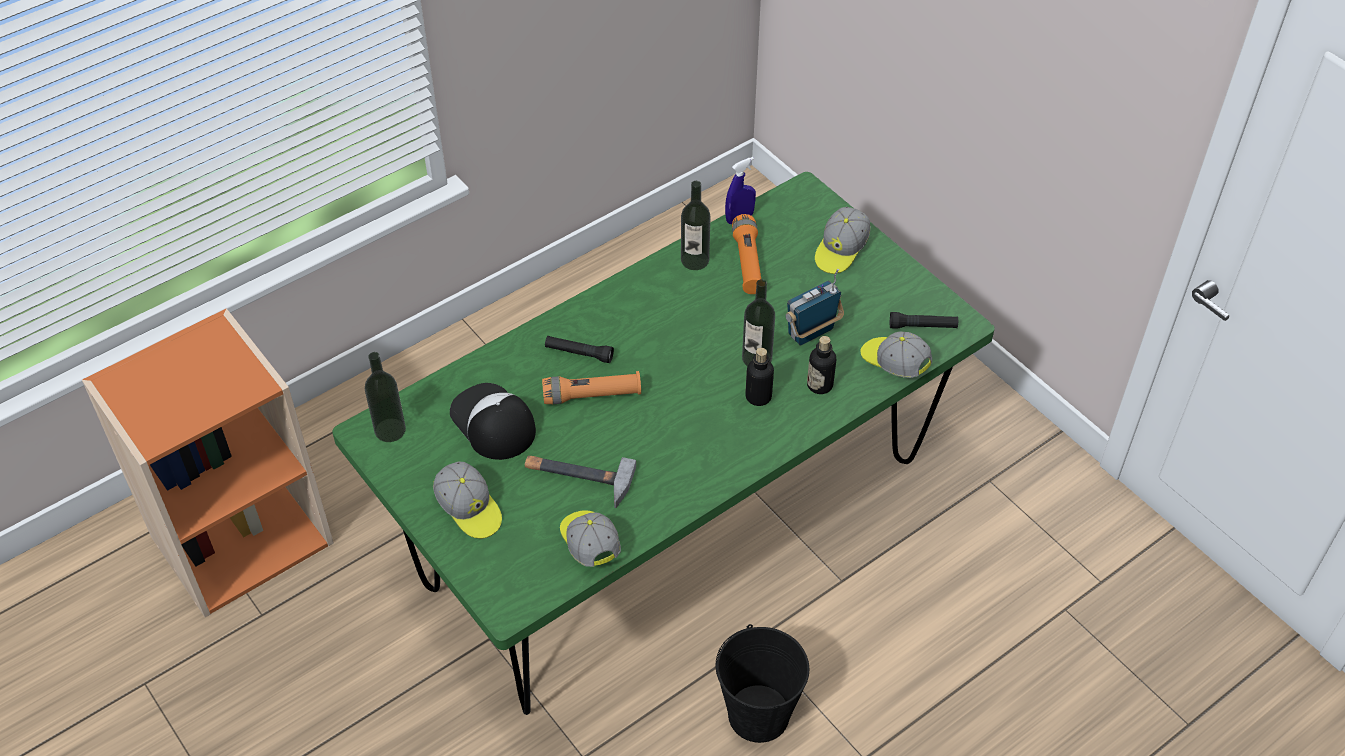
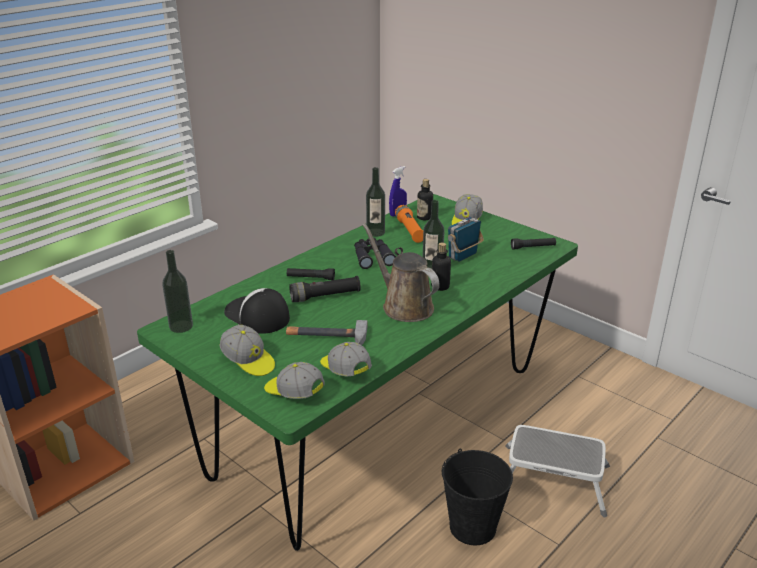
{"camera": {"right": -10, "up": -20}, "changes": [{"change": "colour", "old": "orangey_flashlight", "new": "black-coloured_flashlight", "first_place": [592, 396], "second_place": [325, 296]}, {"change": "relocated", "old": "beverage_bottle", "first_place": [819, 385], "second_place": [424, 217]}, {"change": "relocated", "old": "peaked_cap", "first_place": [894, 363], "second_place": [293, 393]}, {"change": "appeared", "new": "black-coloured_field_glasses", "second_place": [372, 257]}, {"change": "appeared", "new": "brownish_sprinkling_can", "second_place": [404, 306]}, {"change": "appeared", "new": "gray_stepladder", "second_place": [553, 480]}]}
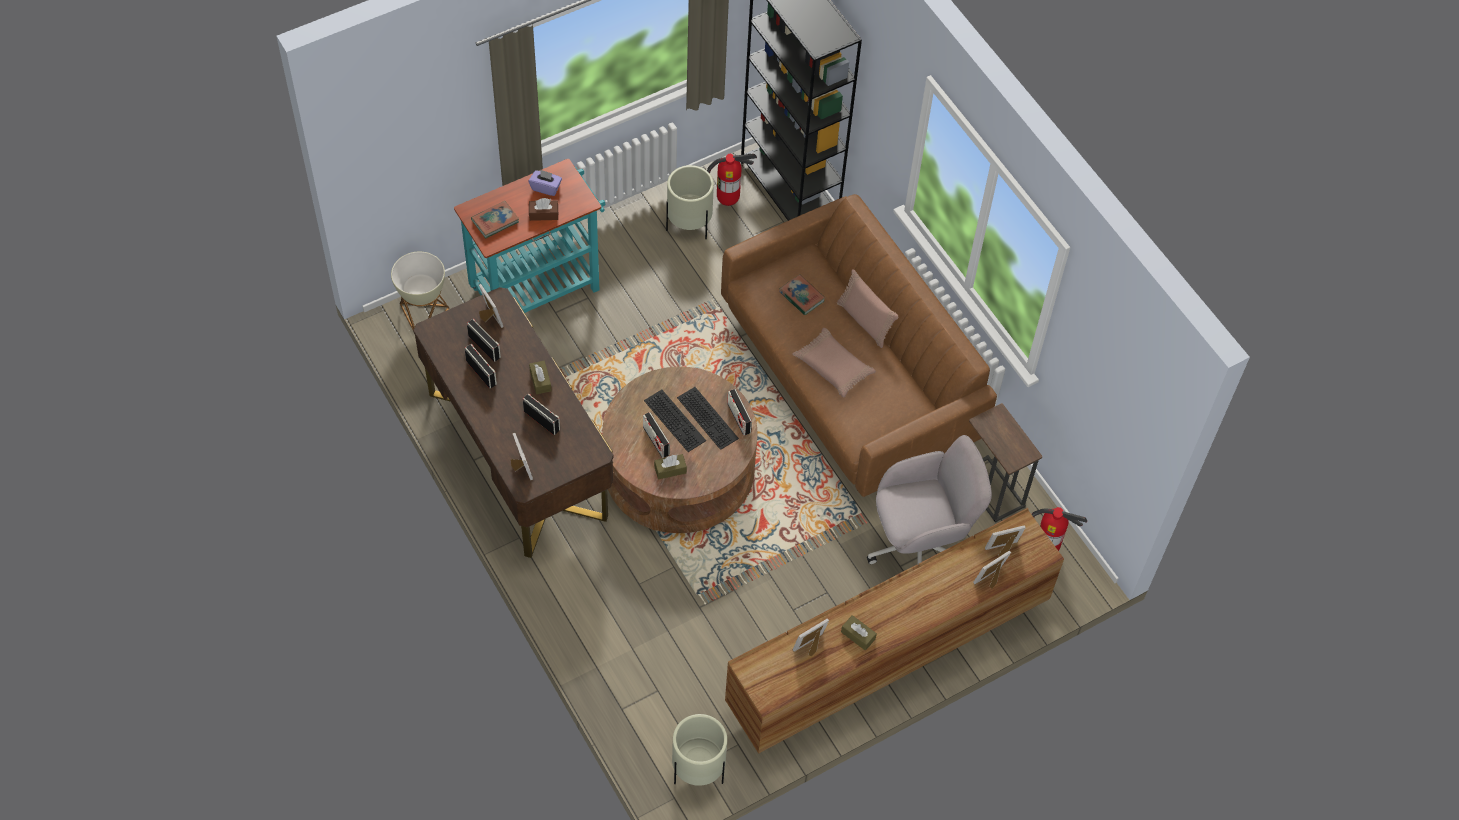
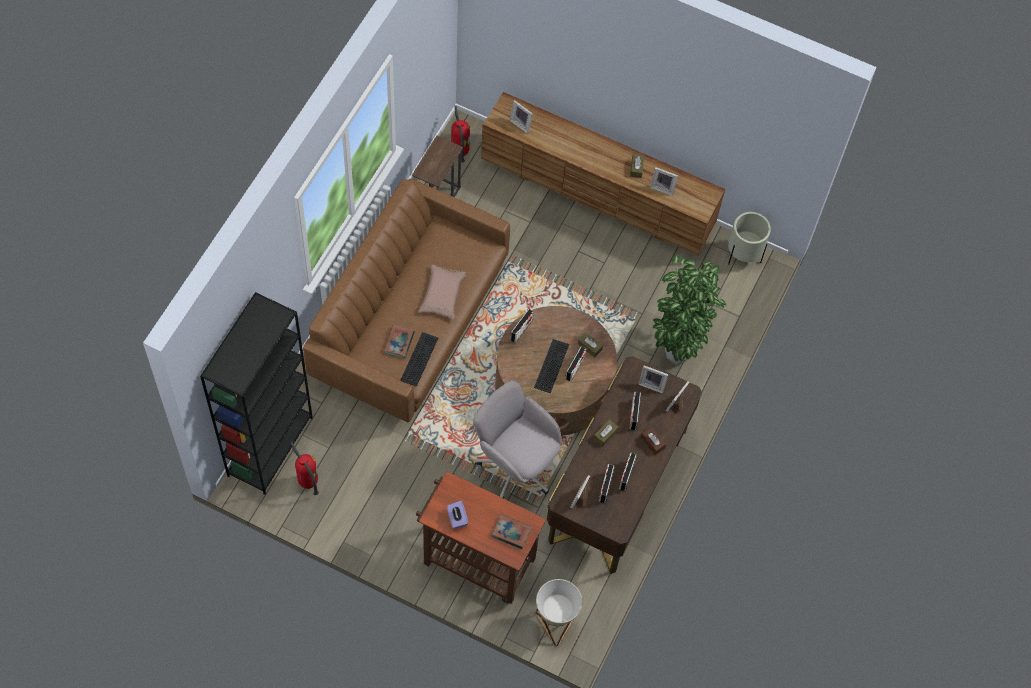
{"camera": {"right": -125, "up": 5}, "changes": [{"change": "colour", "old": "turquoise-coloured_cart", "new": "brownish_cart", "first_place": [537, 288], "second_place": [477, 561]}, {"change": "relocated", "old": "brownish_tissue_box", "first_place": [543, 214], "second_place": [652, 443]}, {"change": "missing", "old": "sand-coloured_flower_pot", "first_place": [689, 225]}, {"change": "relocated", "old": "keyboard", "first_place": [709, 418], "second_place": [418, 358]}, {"change": "missing", "old": "sand-coloured_throw_pillow", "first_place": [865, 321]}, {"change": "relocated", "old": "gray_computer_chair", "first_place": [919, 550], "second_place": [515, 467]}, {"change": "relocated", "old": "photo_frame", "first_place": [991, 580], "second_place": [652, 384]}, {"change": "appeared", "new": "houseplant", "second_place": [675, 352]}]}
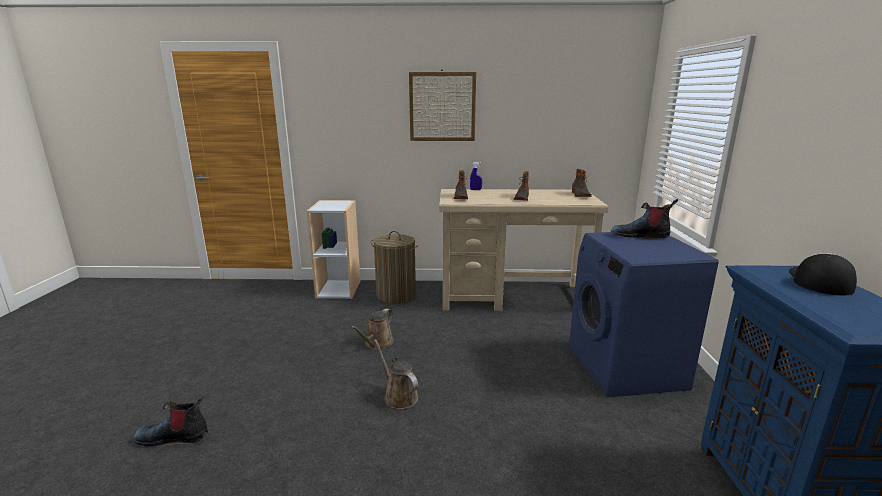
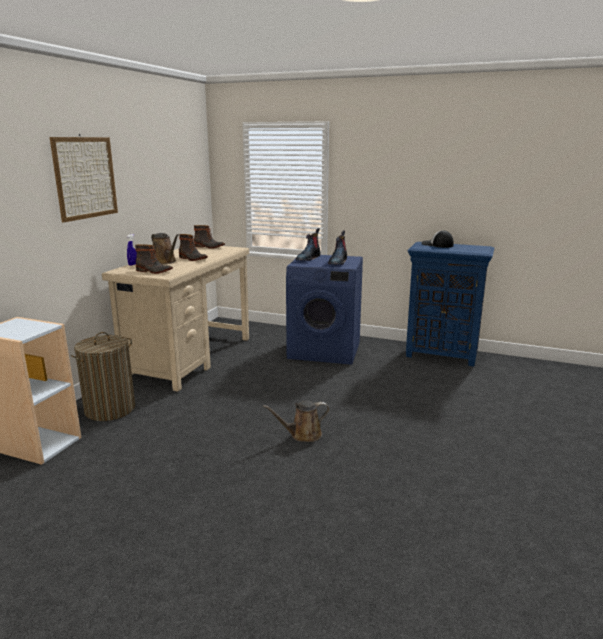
{"camera": {"right": -70, "up": 0}, "changes": [{"change": "relocated", "old": "high-top_boot", "first_place": [174, 437], "second_place": [338, 262]}, {"change": "relocated", "old": "brownish_sprinkling_can", "first_place": [377, 343], "second_place": [165, 262]}]}
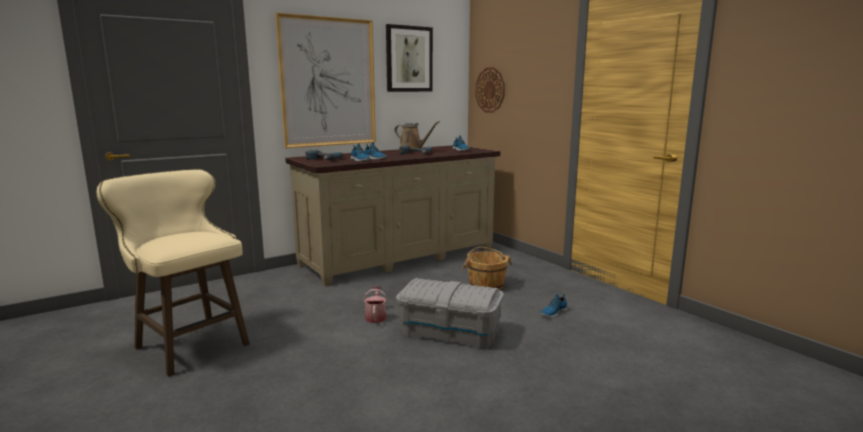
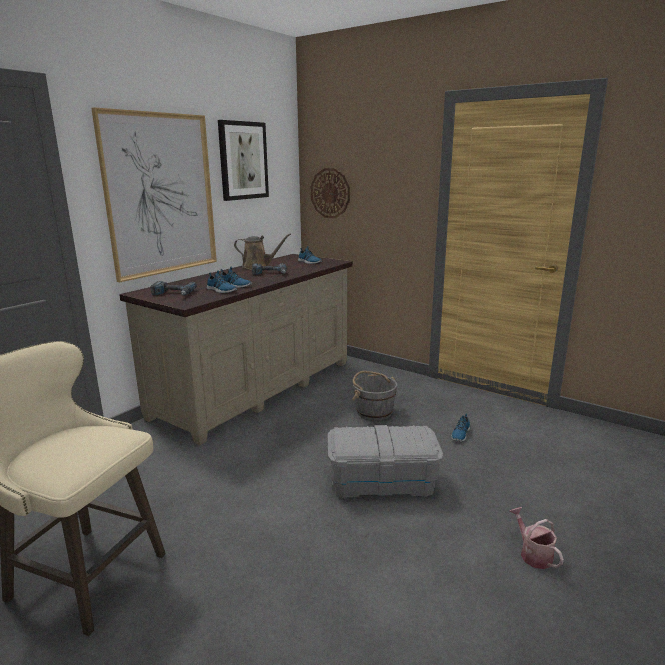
{"camera": {"right": -20, "up": 5}, "changes": [{"change": "relocated", "old": "sprinkling_can", "first_place": [376, 316], "second_place": [533, 554]}, {"change": "colour", "old": "brownish_water_bucket", "new": "gray_water_bucket", "first_place": [486, 285], "second_place": [373, 411]}]}
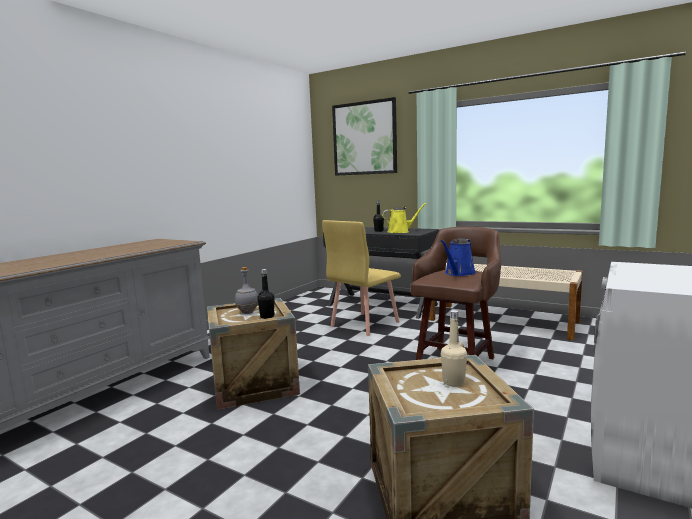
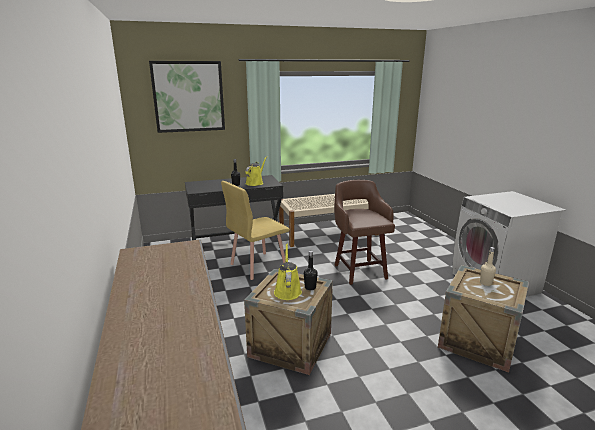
{"camera": {"right": -50, "up": 10}, "changes": [{"change": "exchanged", "old": "gray_beverage_bottle", "new": "yellowish_sprinkling_can", "first_place": [247, 312], "second_place": [287, 291]}, {"change": "spun", "old": "yellowish_plain_chair", "first_place": [364, 324], "second_place": [257, 265], "degrees": 60}, {"change": "missing", "old": "bluish_sprinkling_can", "first_place": [458, 273]}]}
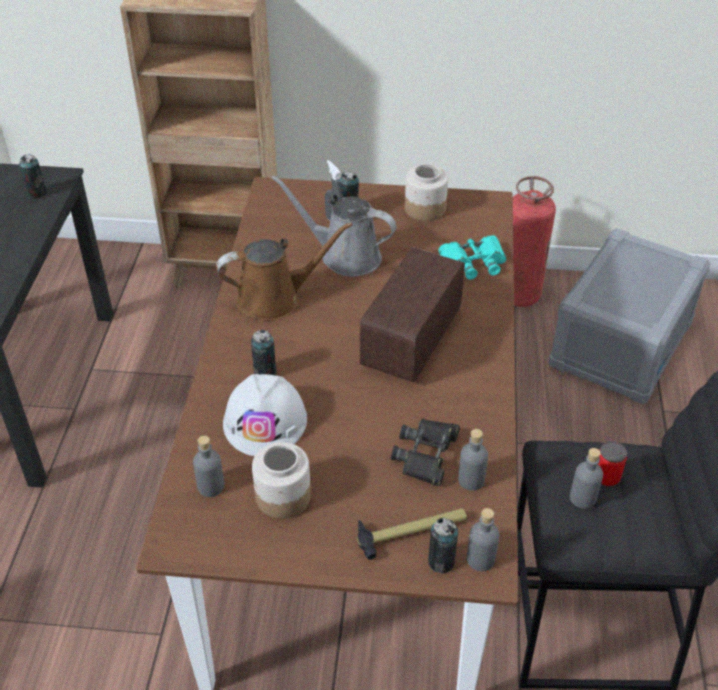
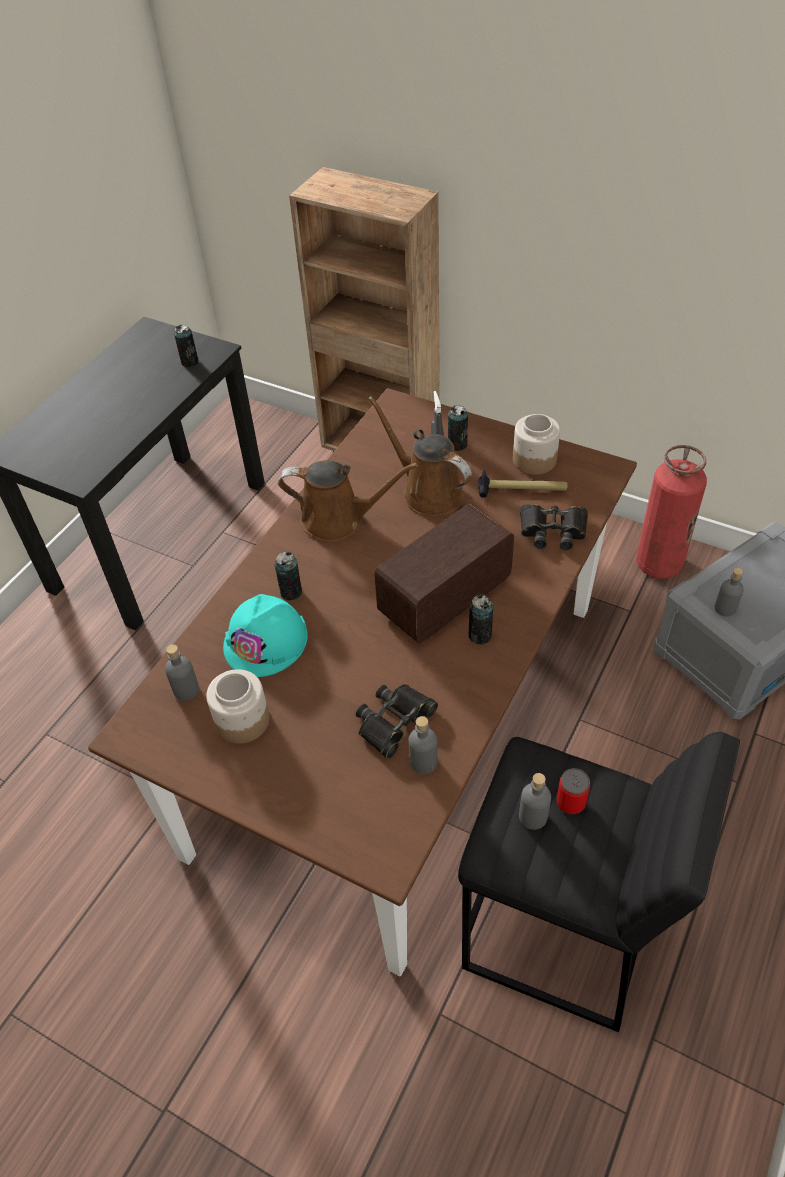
{"camera": {"right": 25, "up": 5}, "changes": [{"change": "colour", "old": "white-coloured_safety_helmet", "new": "turquoise-coloured_safety_helmet", "first_place": [265, 421], "second_place": [266, 641]}, {"change": "colour", "old": "gray_sprinkling_can", "new": "brownish_sprinkling_can", "first_place": [345, 256], "second_place": [428, 492]}, {"change": "relocated", "old": "hand_hammer", "first_place": [411, 532], "second_place": [521, 489]}, {"change": "relocated", "old": "can", "first_place": [441, 562], "second_place": [480, 635]}, {"change": "colour", "old": "turquoise-coloured_field_glasses", "new": "black-coloured_field_glasses", "first_place": [474, 262], "second_place": [552, 530]}, {"change": "relocated", "old": "gray_beverage_bottle", "first_place": [480, 559], "second_place": [725, 608]}]}
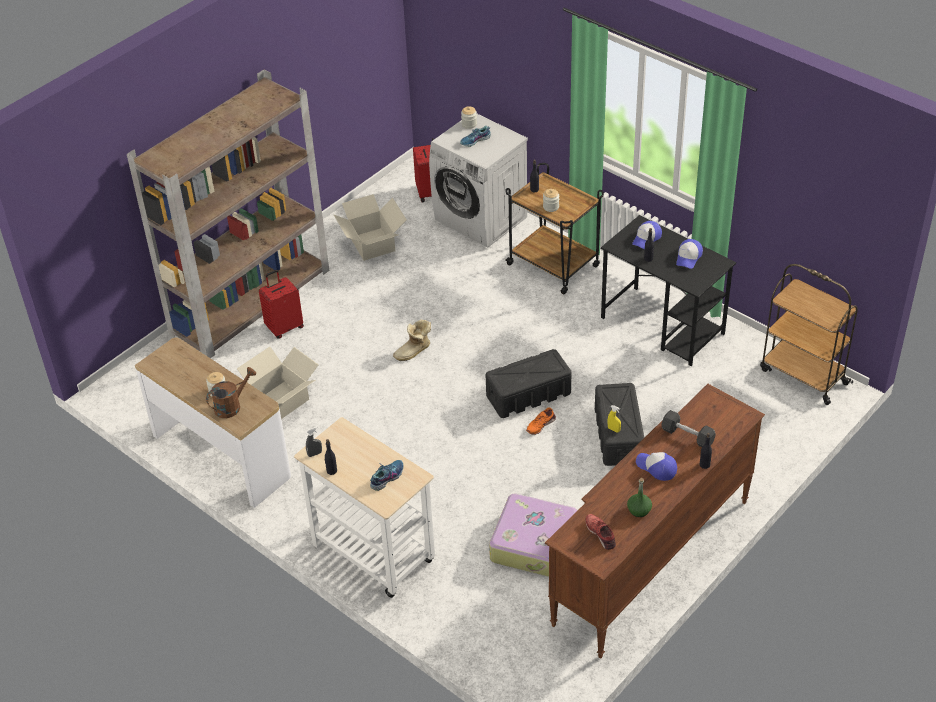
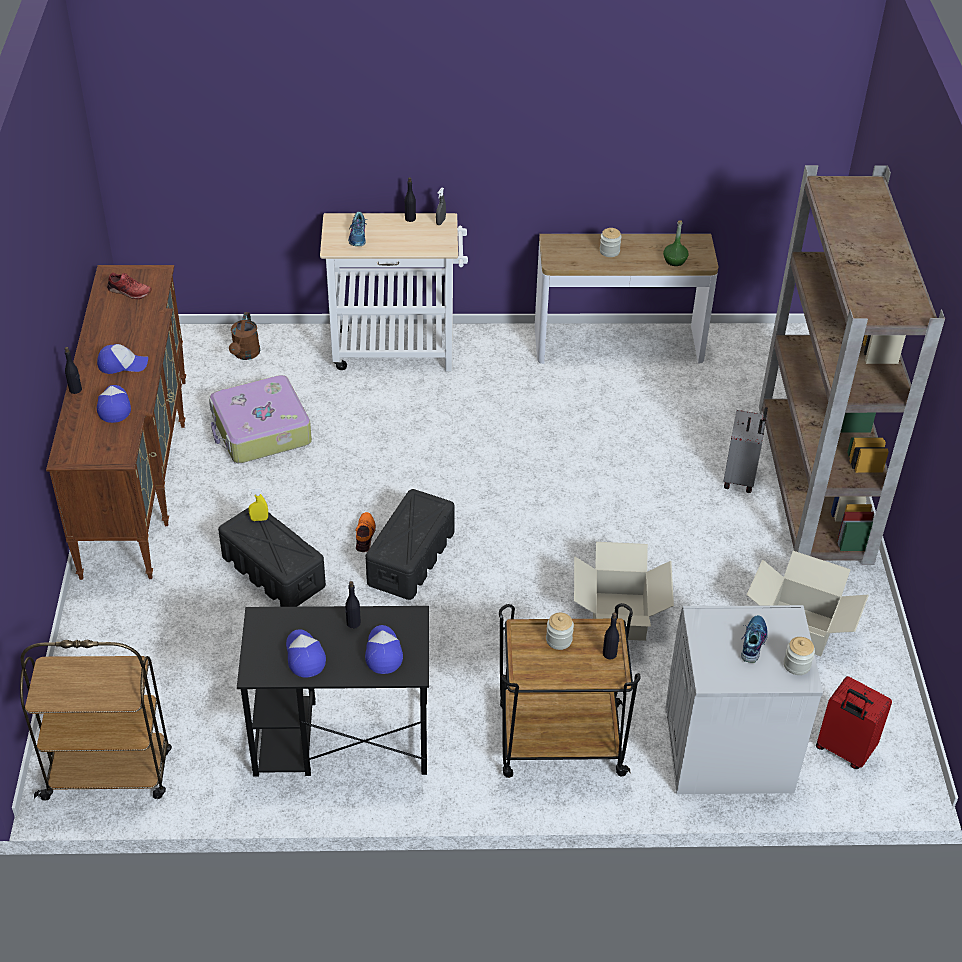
{"camera": {"right": 135, "up": 0}, "changes": [{"change": "relocated", "old": "brownish_sprinkling_can", "first_place": [232, 406], "second_place": [245, 354]}, {"change": "relocated", "old": "carton", "first_place": [280, 401], "second_place": [619, 616]}, {"change": "colour", "old": "reddish_suitcase", "new": "gray_suitcase", "first_place": [284, 327], "second_place": [741, 477]}, {"change": "missing", "old": "high-top_boot", "first_place": [414, 352]}, {"change": "relocated", "old": "greenish_beverage_bottle", "first_place": [639, 510], "second_place": [674, 261]}, {"change": "exchanged", "old": "black-coloured_dumbbell", "new": "peaked_cap", "first_place": [687, 436], "second_place": [114, 406]}]}
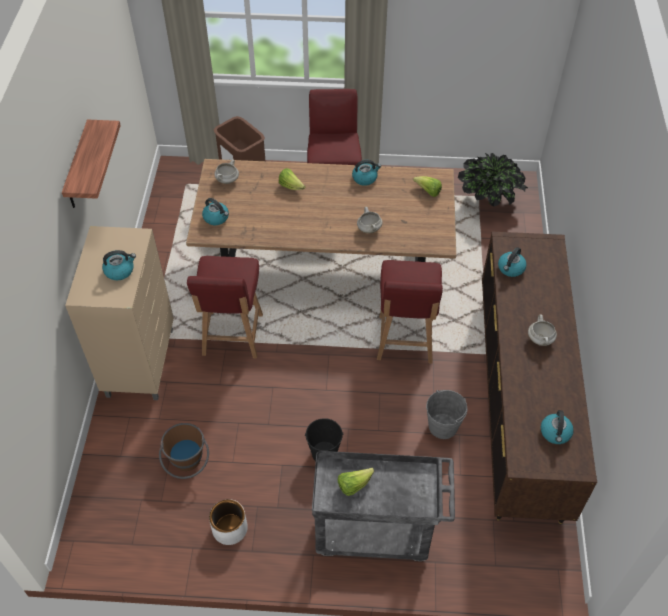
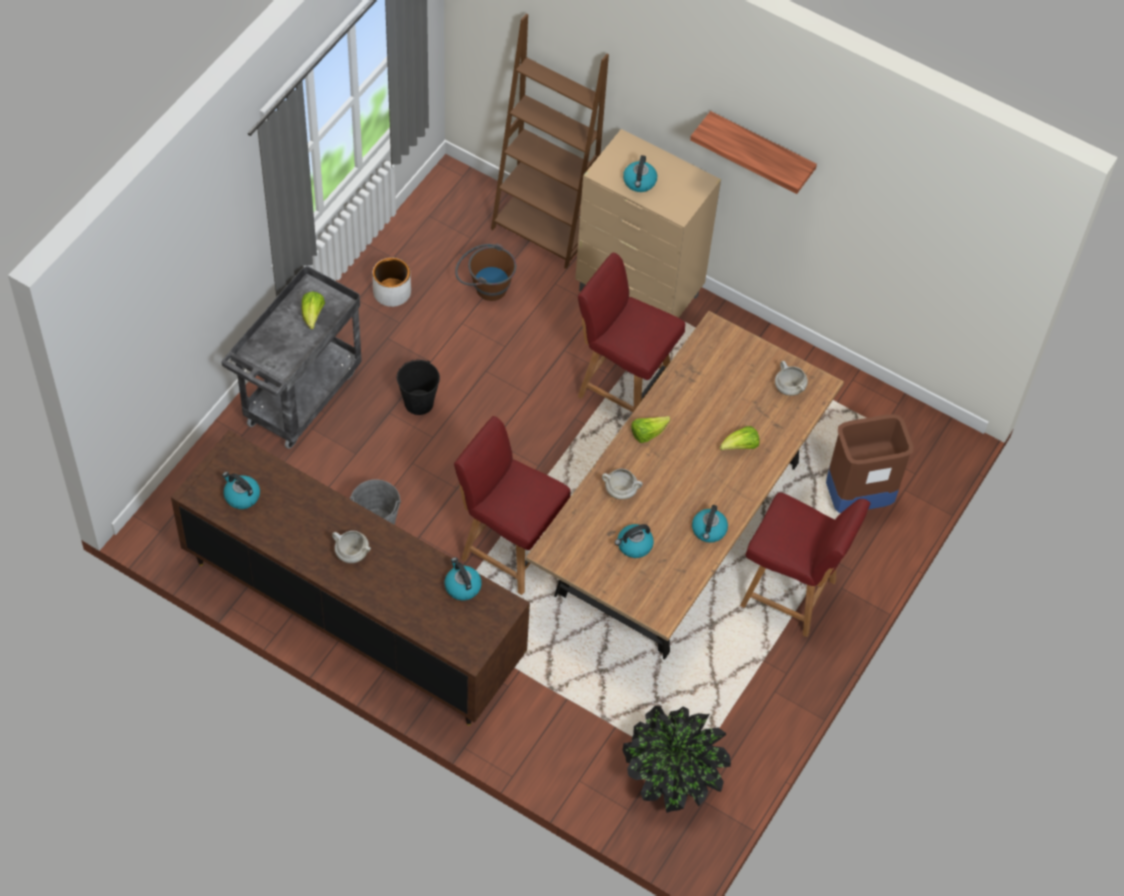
{"camera": {"right": 115, "up": 5}, "changes": [{"change": "relocated", "old": "water_kettle", "first_place": [216, 218], "second_place": [634, 545]}, {"change": "relocated", "old": "head_of_lettuce", "first_place": [428, 191], "second_place": [648, 433]}, {"change": "appeared", "new": "brownish_bookshelf", "second_place": [542, 231]}]}
